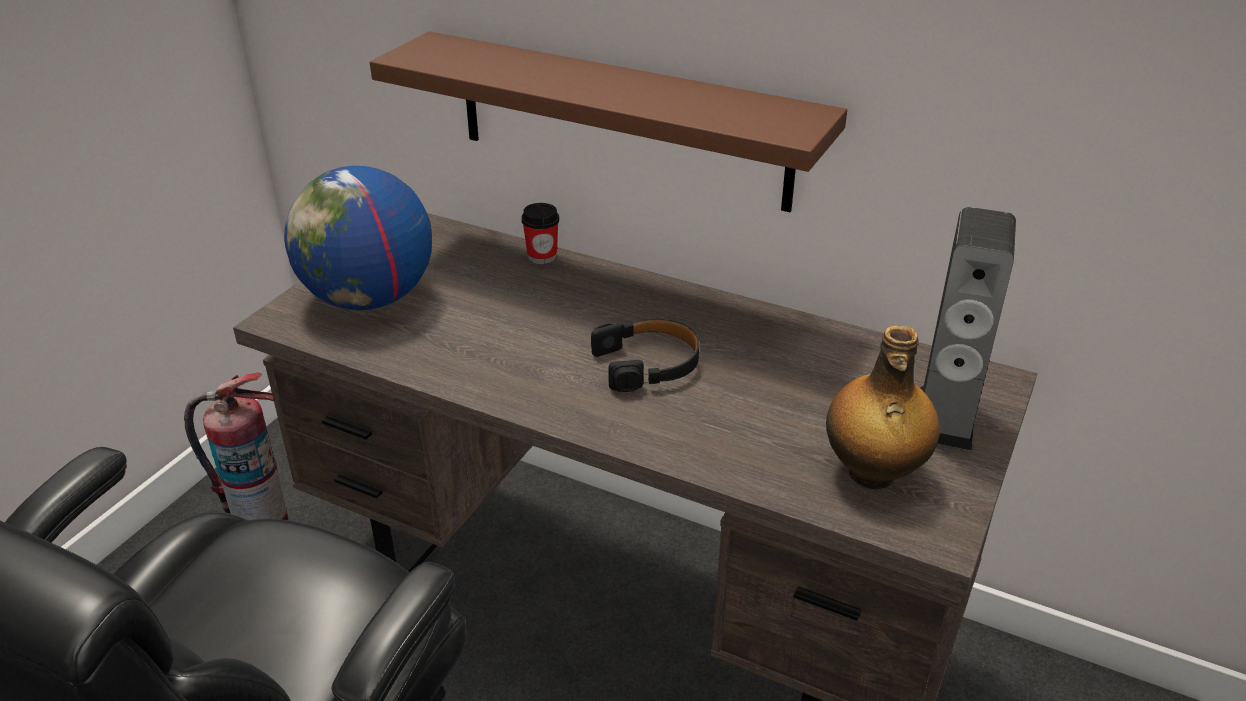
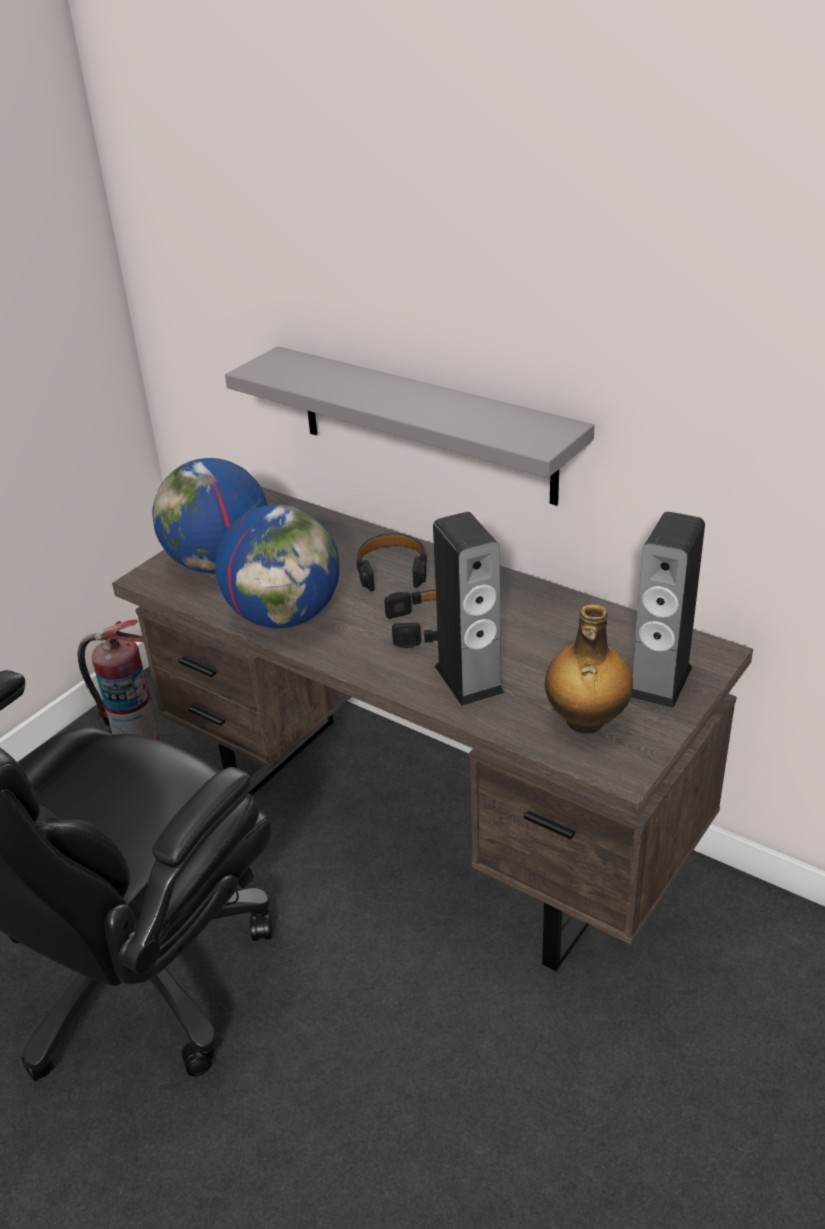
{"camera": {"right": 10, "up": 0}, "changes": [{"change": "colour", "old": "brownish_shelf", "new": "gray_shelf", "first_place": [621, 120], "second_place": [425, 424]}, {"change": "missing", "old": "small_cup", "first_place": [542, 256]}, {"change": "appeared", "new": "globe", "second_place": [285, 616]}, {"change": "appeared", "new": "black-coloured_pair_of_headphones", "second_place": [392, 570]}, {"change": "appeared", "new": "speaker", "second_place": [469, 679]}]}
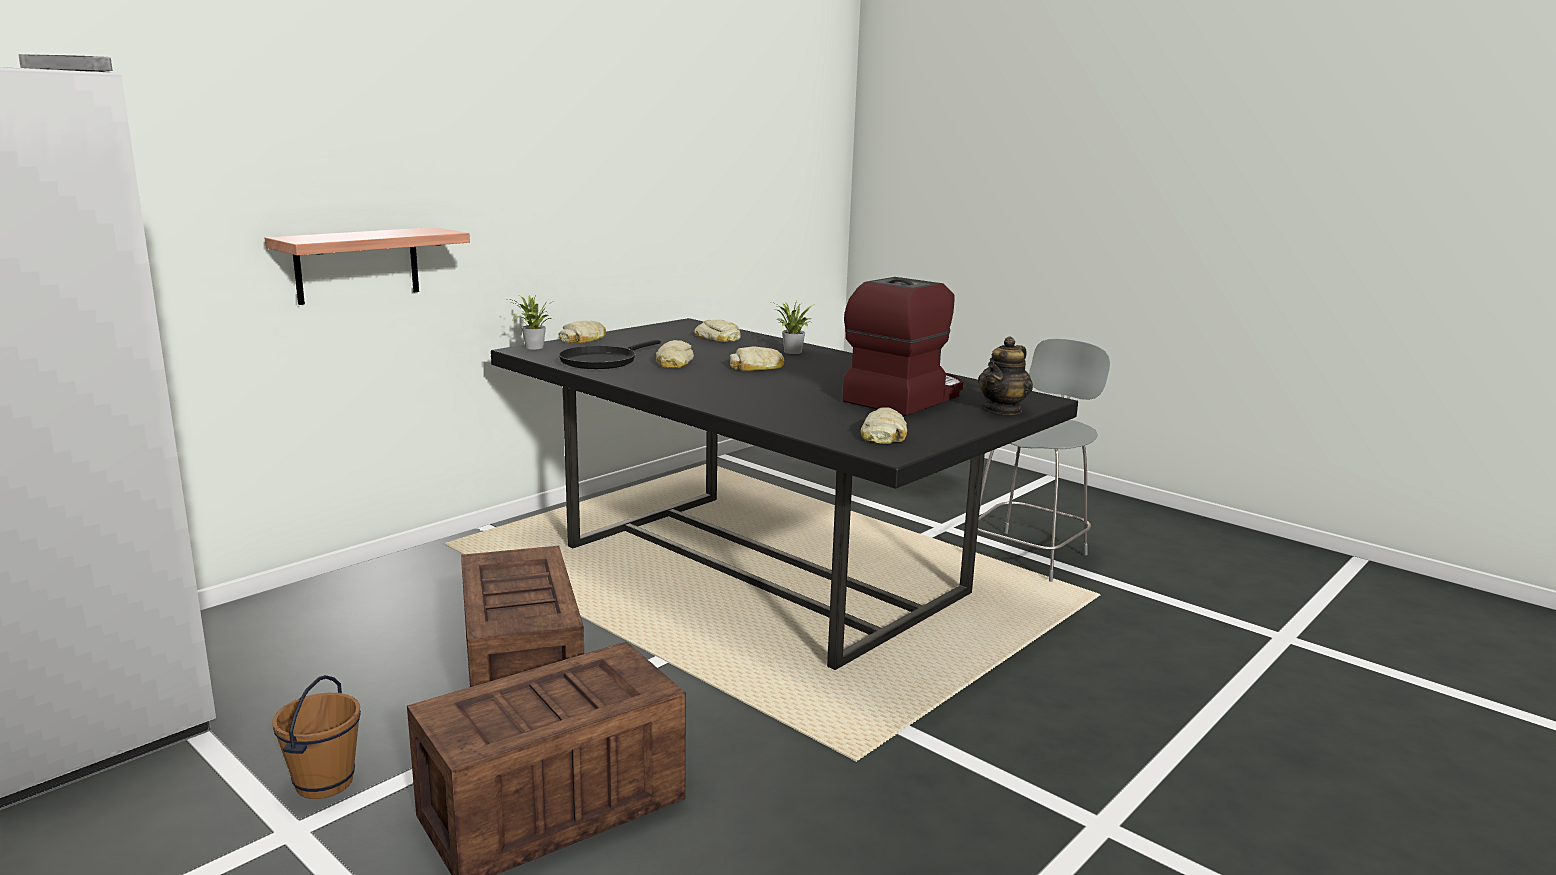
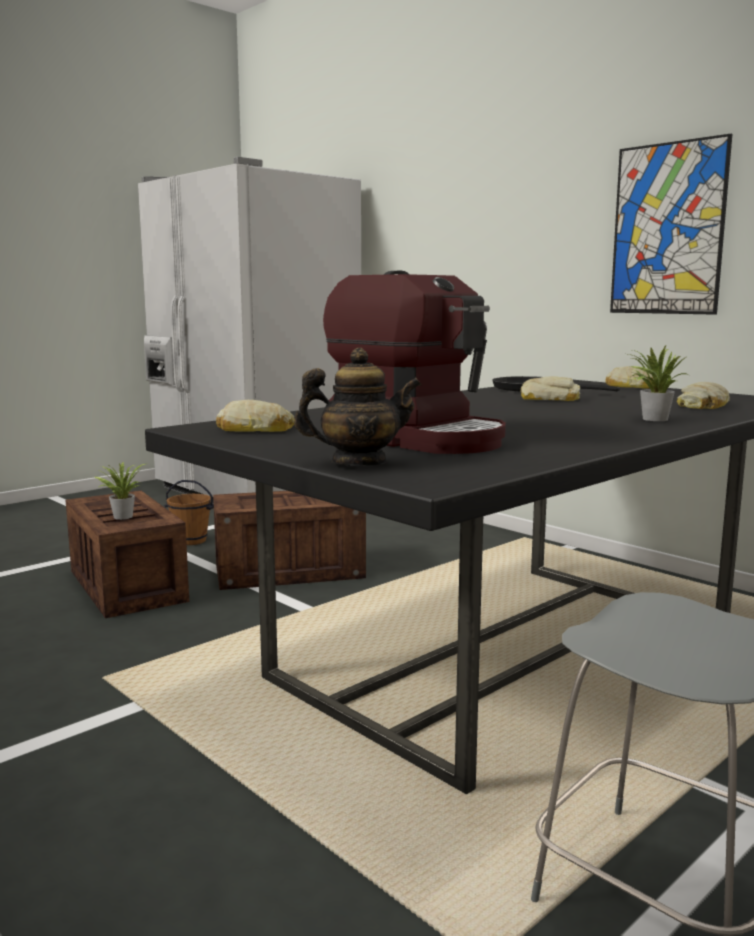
{"camera": {"right": 95, "up": -5}, "changes": [{"change": "missing", "old": "shelf", "first_place": [357, 265]}, {"change": "relocated", "old": "houseplant", "first_place": [532, 348], "second_place": [121, 516]}, {"change": "missing", "old": "bread", "first_place": [757, 367]}, {"change": "spun", "old": "tea_pot", "first_place": [1003, 410], "second_place": [358, 463], "degrees": 135}, {"change": "appeared", "new": "picture", "second_place": [667, 229]}]}
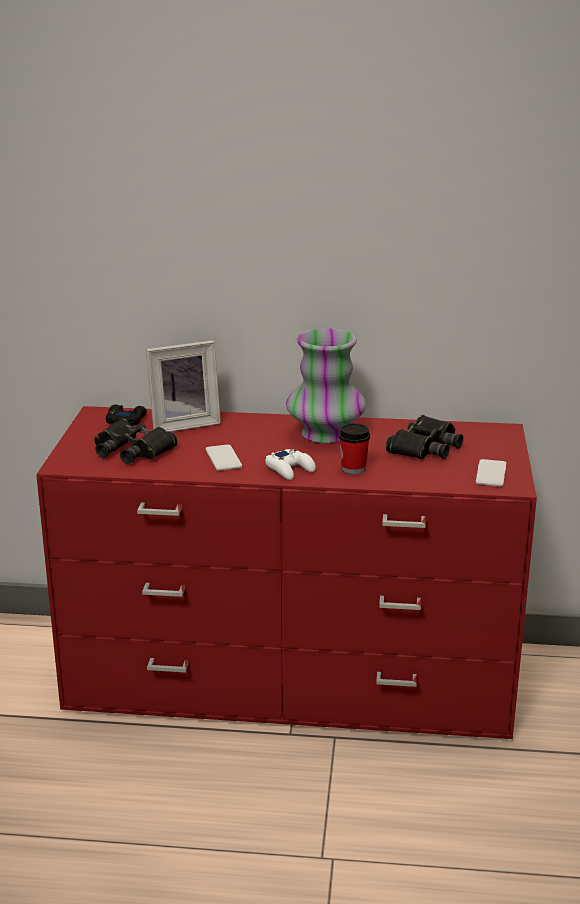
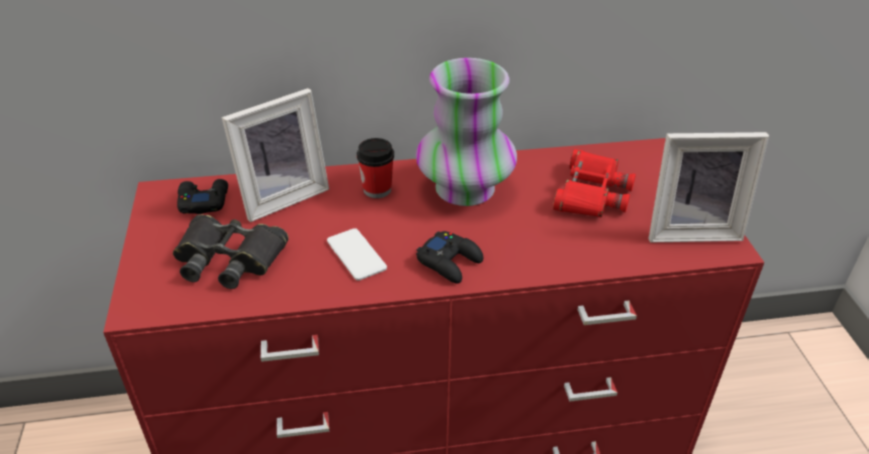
{"camera": {"right": -15, "up": 15}, "changes": [{"change": "colour", "old": "white-coloured_joypad", "new": "black-coloured_joypad", "first_place": [290, 469], "second_place": [450, 262]}, {"change": "relocated", "old": "small_cup", "first_place": [353, 468], "second_place": [377, 189]}, {"change": "colour", "old": "black-coloured_field_glasses", "new": "reddish_field_glasses", "first_place": [425, 447], "second_place": [591, 193]}, {"change": "exchanged", "old": "telephone", "new": "photo_frame", "first_place": [491, 474], "second_place": [690, 229]}]}
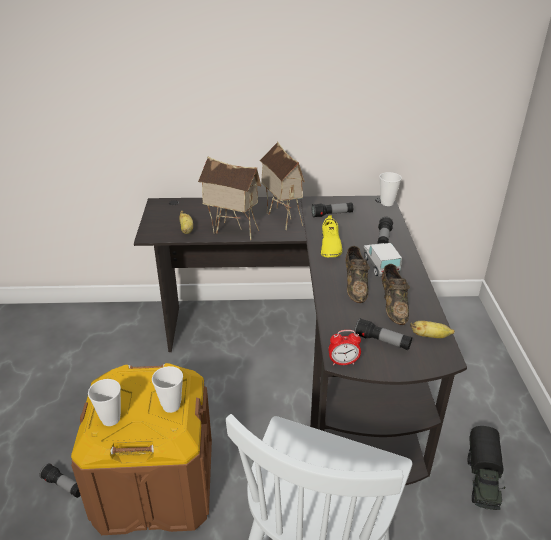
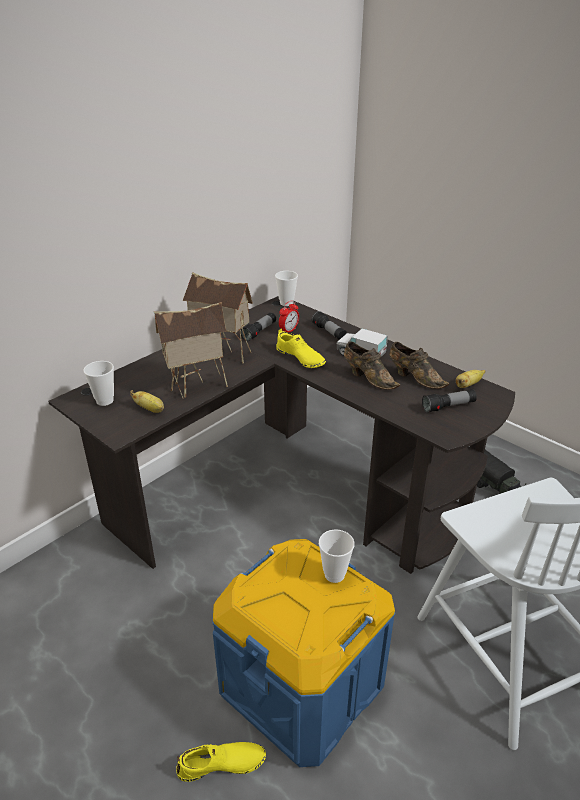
{"camera": {"right": -45, "up": 0}, "changes": [{"change": "exchanged", "old": "flashlight", "new": "yellowish_item_of_footwear", "first_place": [64, 486], "second_place": [221, 765]}, {"change": "colour", "old": "brownish_storage_container", "new": "bluish_storage_container", "first_place": [155, 484], "second_place": [302, 684]}, {"change": "relocated", "old": "small_cup", "first_place": [111, 419], "second_place": [105, 401]}, {"change": "relocated", "old": "alarm_clock", "first_place": [343, 362], "second_place": [289, 331]}]}
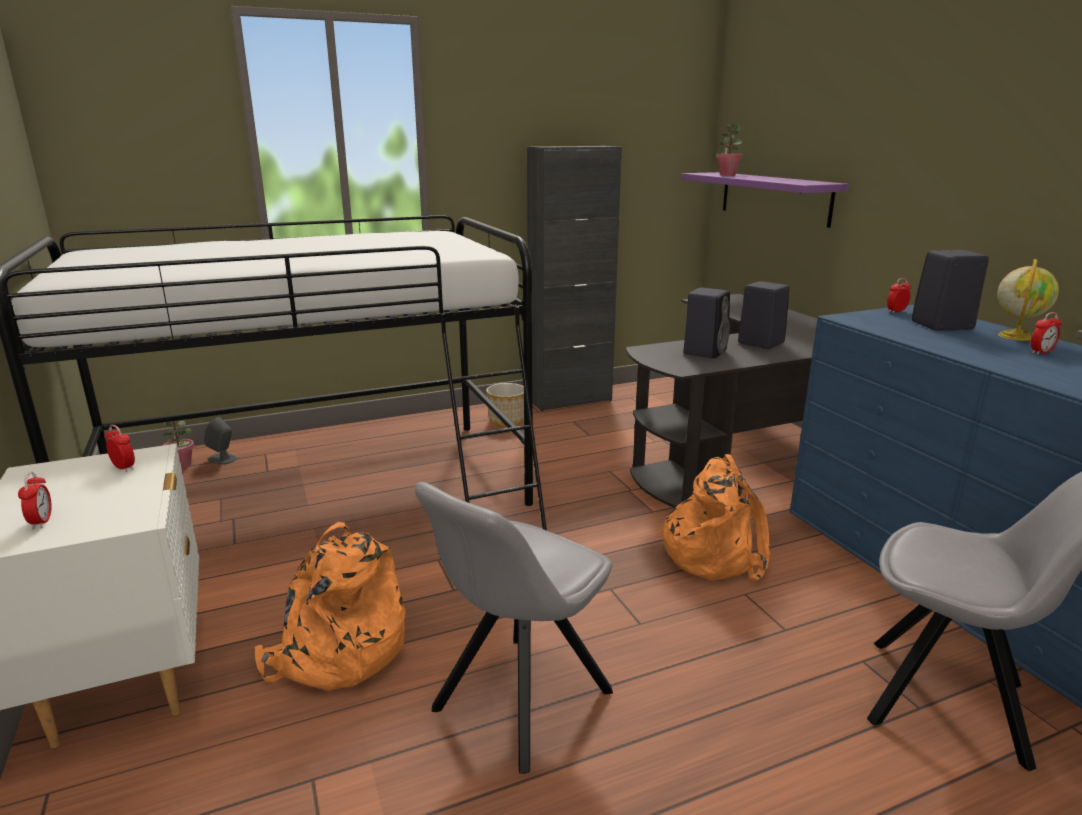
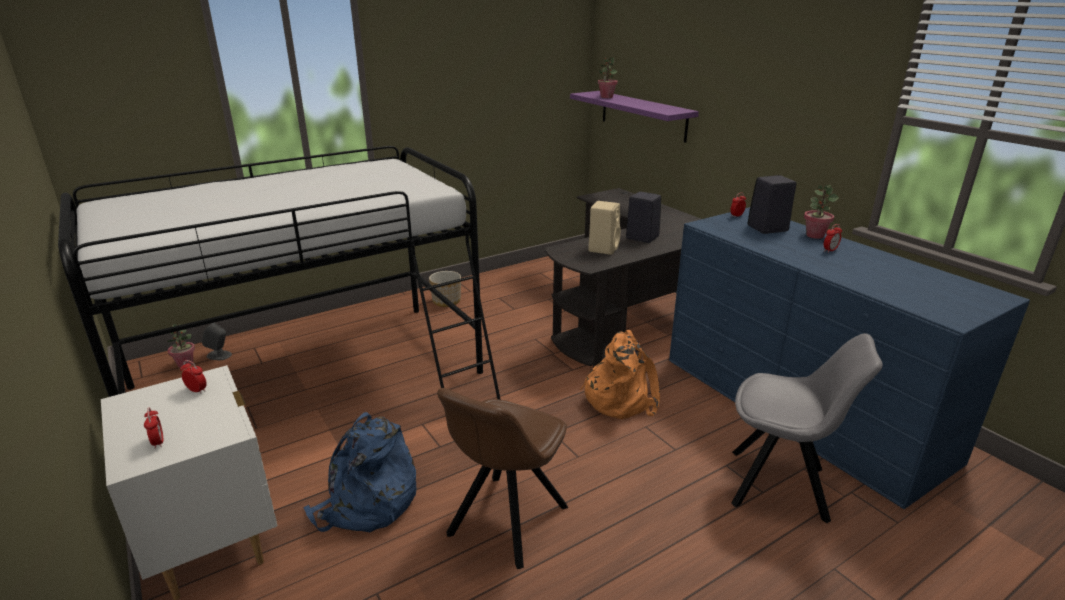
{"camera": {"right": -10, "up": 5}, "changes": [{"change": "colour", "old": "orangey_rucksack", "new": "bluish_rucksack", "first_place": [337, 653], "second_place": [367, 504]}, {"change": "colour", "old": "gray_plain_chair", "new": "brownish_plain_chair", "first_place": [520, 700], "second_place": [506, 520]}, {"change": "missing", "old": "black-coloured_cupboard", "first_place": [570, 400]}, {"change": "colour", "old": "black-coloured_speaker", "new": "sand-coloured_speaker", "first_place": [705, 351], "second_place": [603, 248]}, {"change": "exchanged", "old": "globe", "new": "houseplant", "first_place": [1016, 336], "second_place": [815, 235]}]}
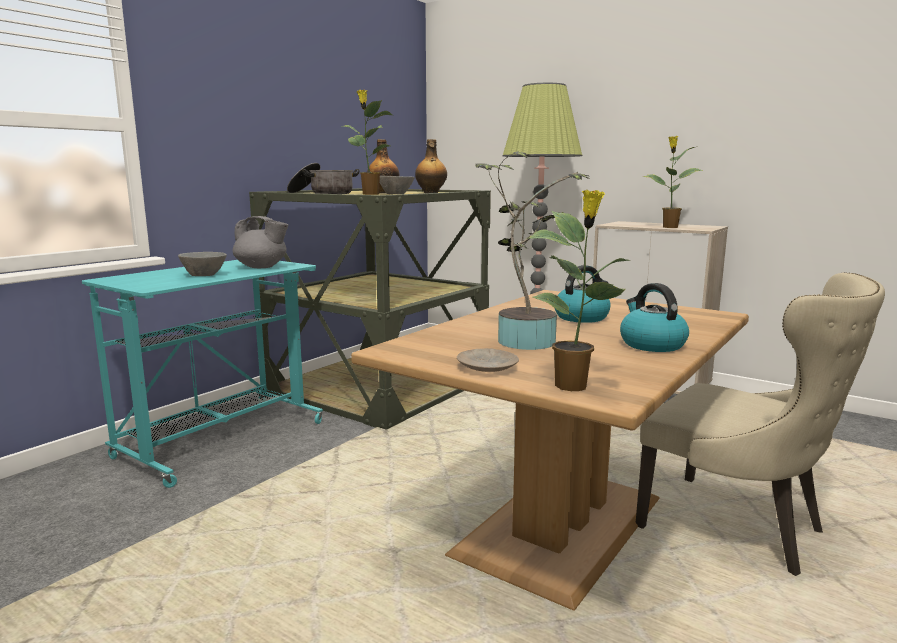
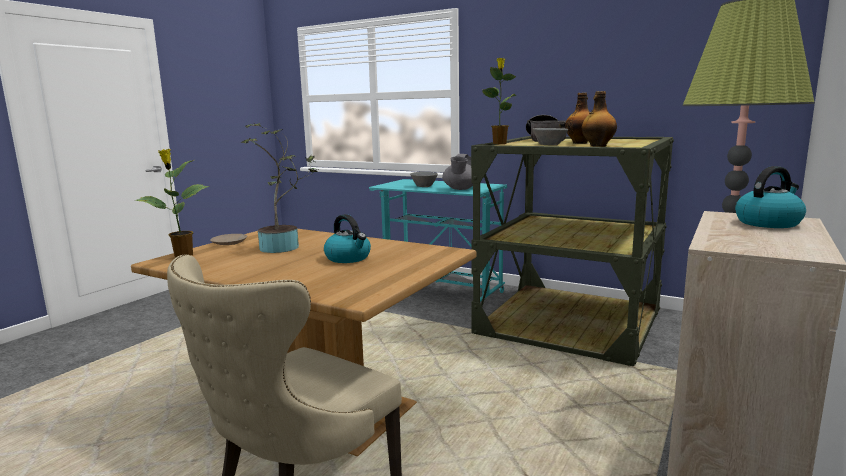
{"camera": {"right": 85, "up": 0}, "changes": [{"change": "relocated", "old": "water_kettle", "first_place": [651, 344], "second_place": [768, 223]}, {"change": "missing", "old": "houseplant", "first_place": [669, 227]}]}
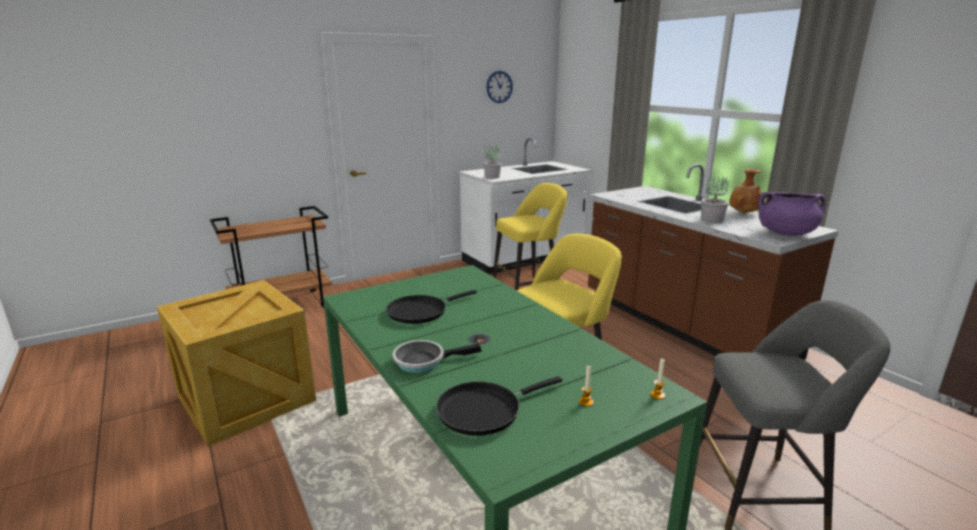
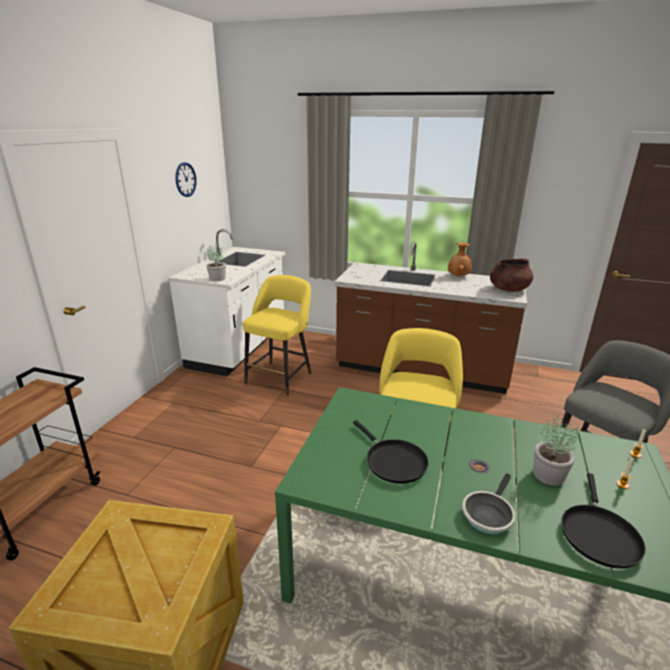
{"camera": {"right": -40, "up": 5}, "changes": [{"change": "spun", "old": "black-coloured_pan", "first_place": [421, 311], "second_place": [393, 461], "degrees": -45}, {"change": "relocated", "old": "houseplant", "first_place": [712, 220], "second_place": [549, 475]}, {"change": "colour", "old": "purple-coloured_saucepot", "new": "brownish_saucepot", "first_place": [785, 233], "second_place": [508, 289]}]}
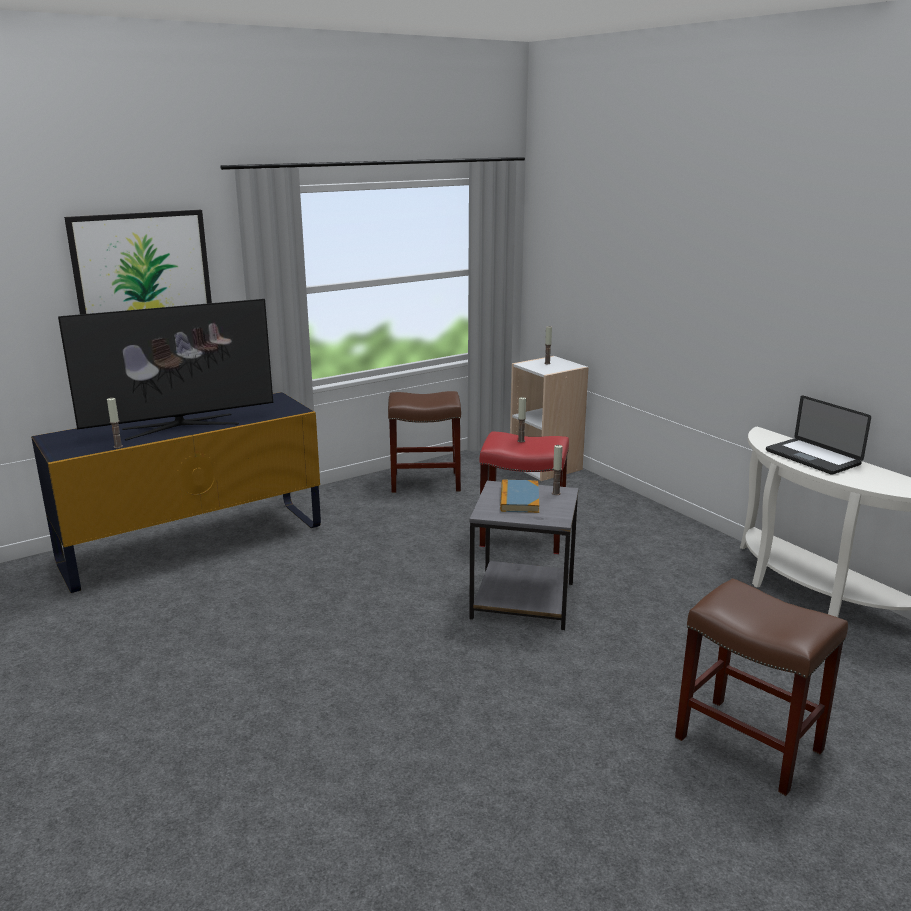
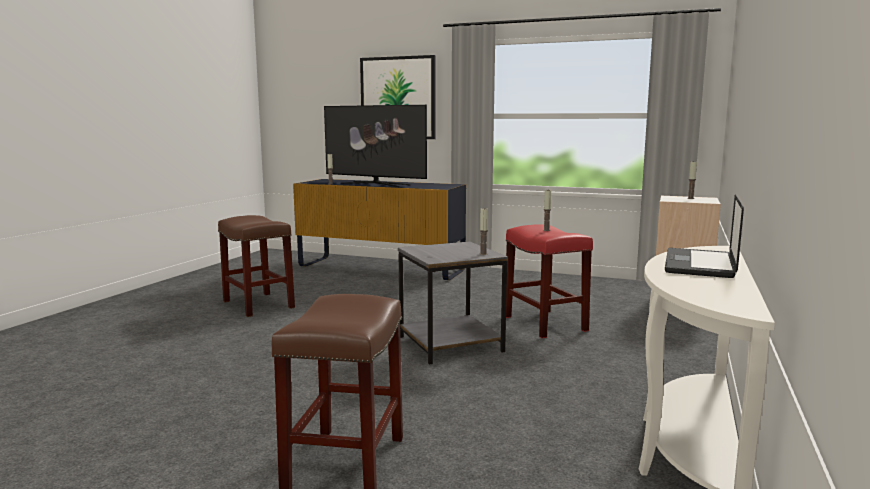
{"camera": {"right": 55, "up": -10}, "changes": [{"change": "relocated", "old": "brownish_stool", "first_place": [426, 482], "second_place": [259, 304]}, {"change": "missing", "old": "book", "first_place": [519, 499]}]}
